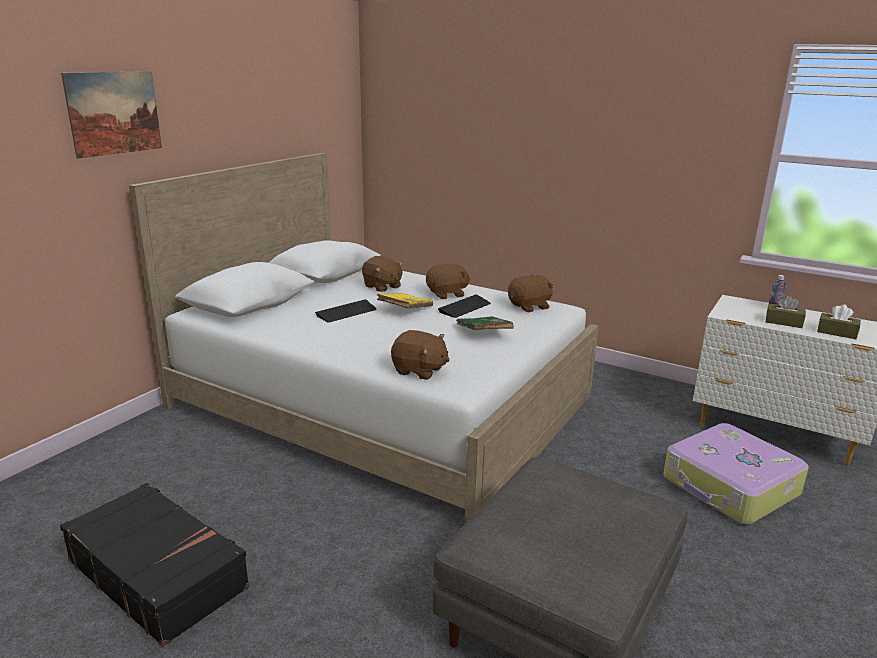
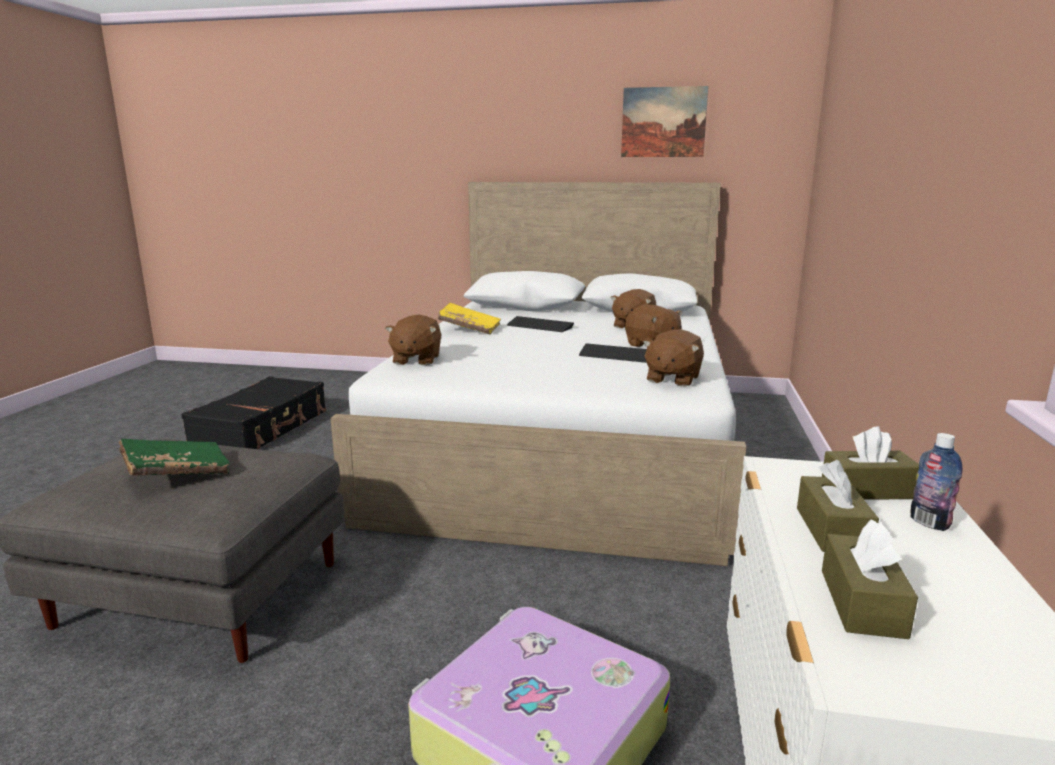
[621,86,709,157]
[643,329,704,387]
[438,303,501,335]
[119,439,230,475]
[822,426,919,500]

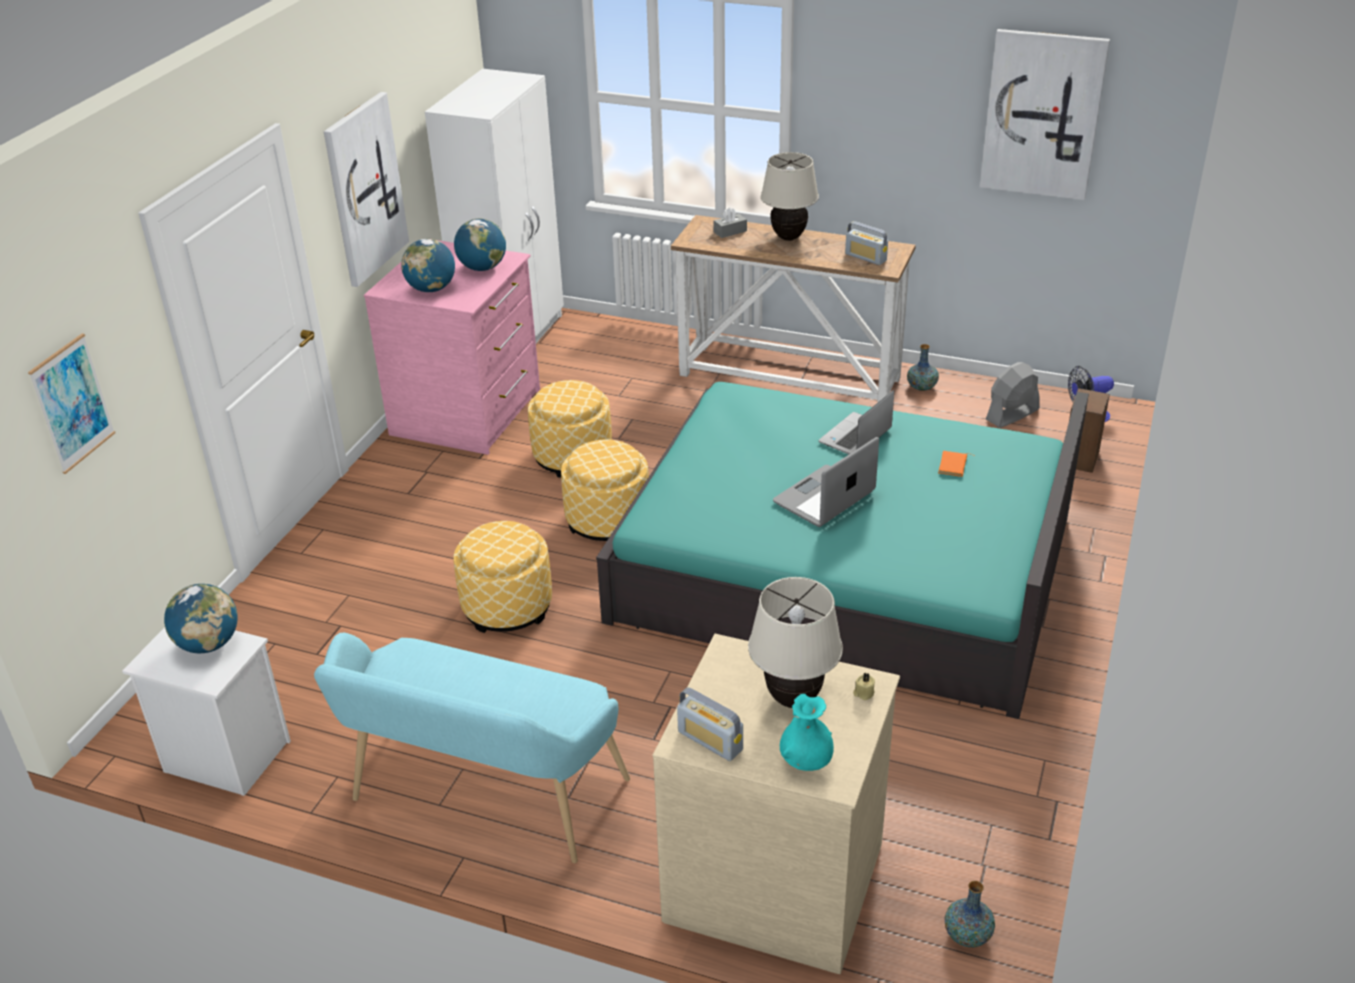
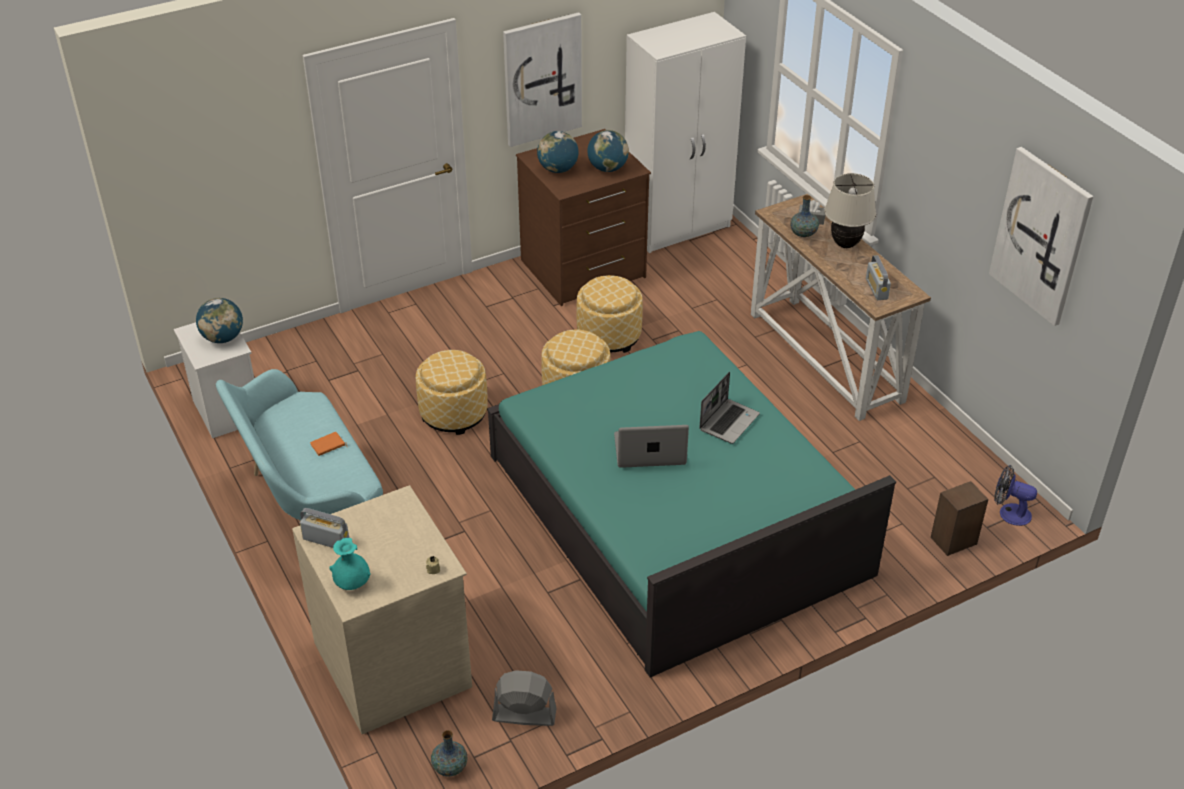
[516,129,651,306]
[28,333,115,474] (first image)
[790,195,819,237]
[492,670,556,726]
[699,372,760,444]
[310,432,348,456]
[748,577,843,708] (first image)
[300,508,349,548]

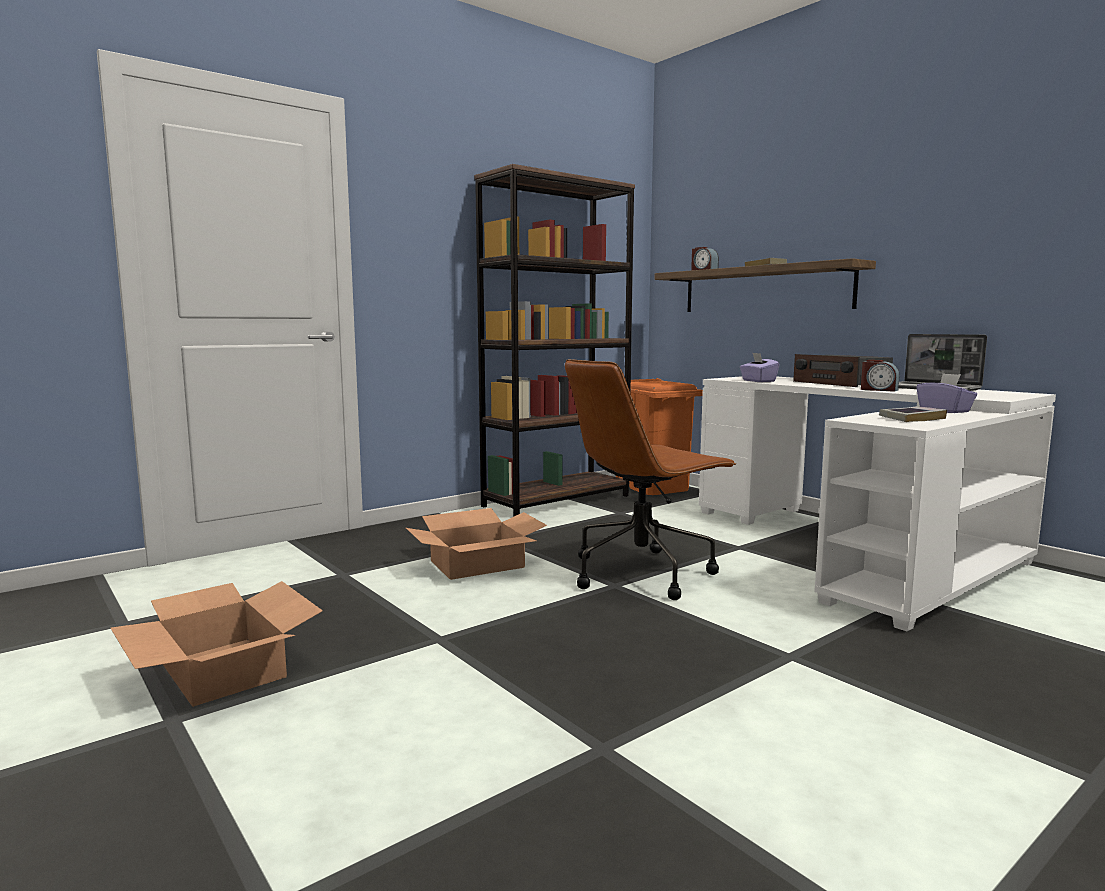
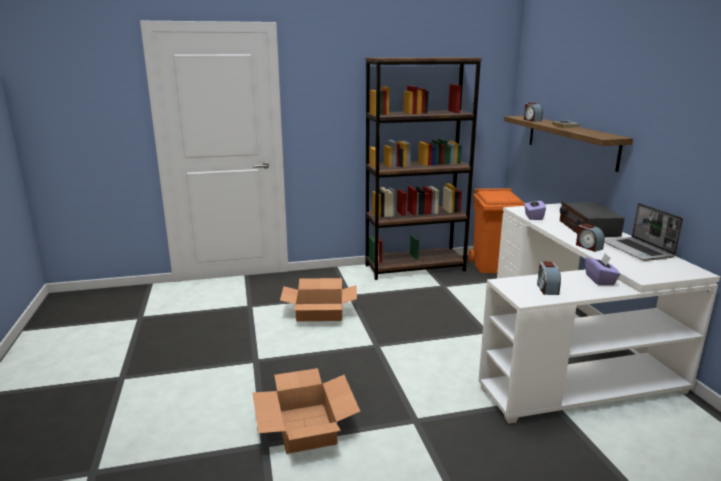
[565,359,736,600] (first image)
[537,262,561,295]
[252,368,360,454]

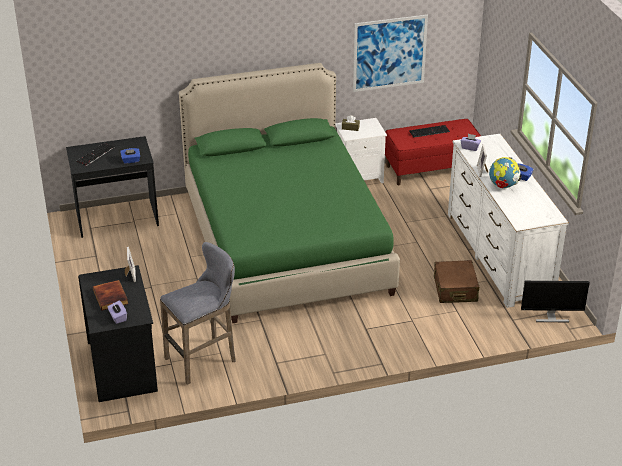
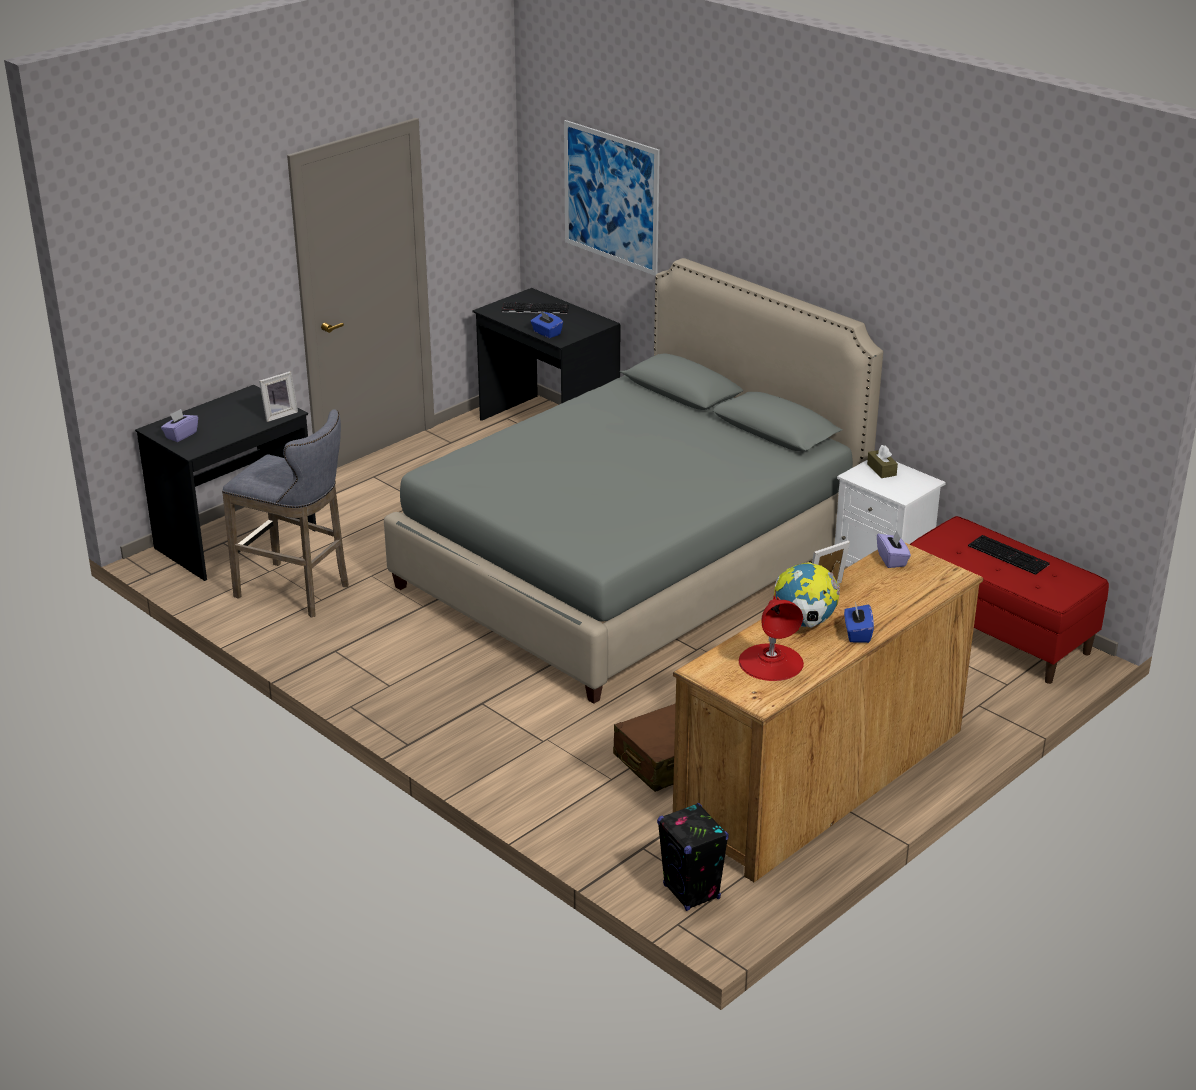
[564,120,660,276]
[384,258,883,704]
[673,543,983,882]
[93,280,128,310] (first image)
[657,803,729,911]
[739,599,804,681]

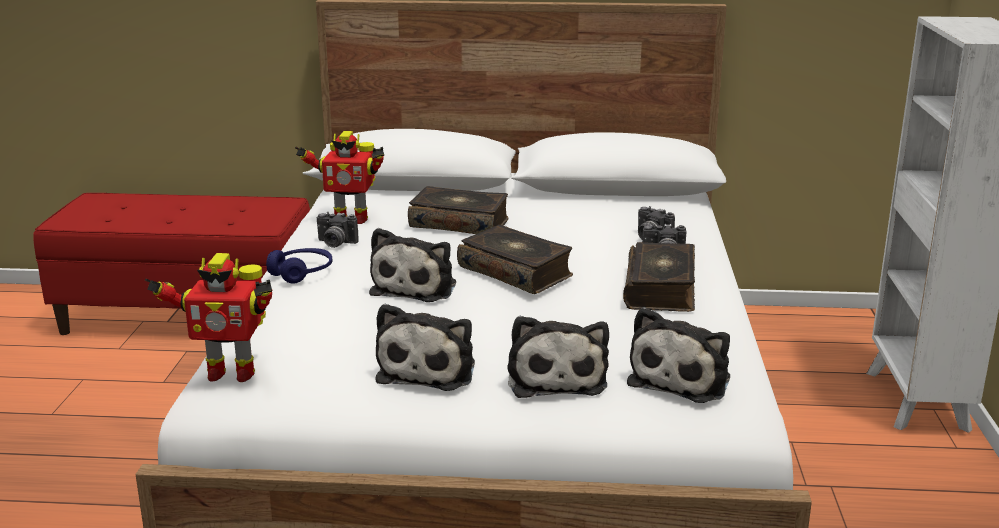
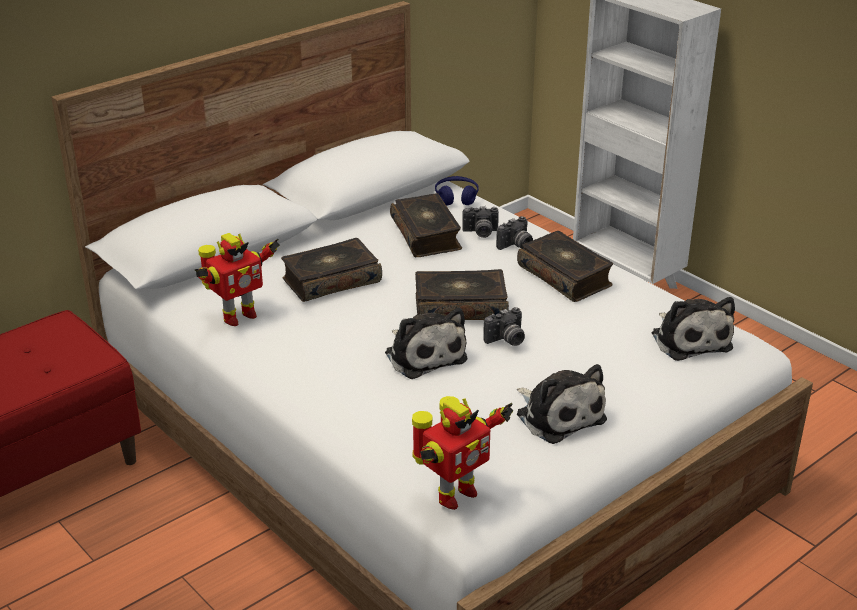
[483,307,525,346]
[435,176,478,205]
[508,316,609,398] (first image)
[390,193,462,257]

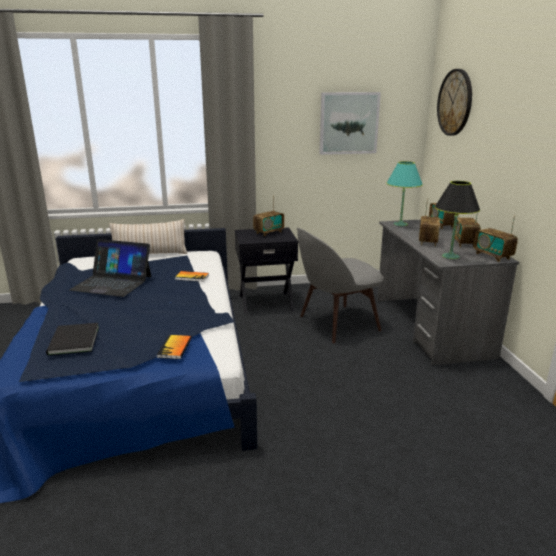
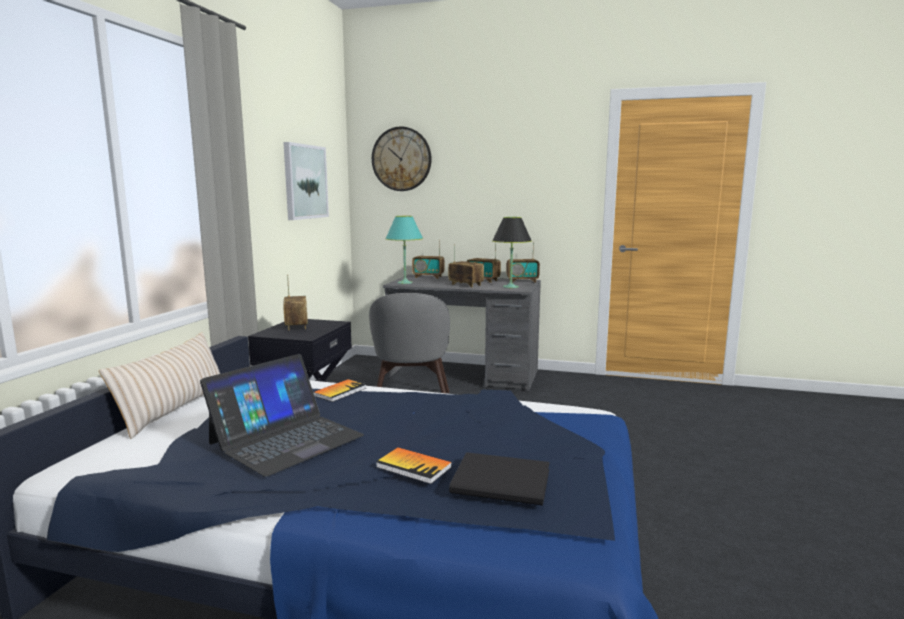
[376,447,452,484]

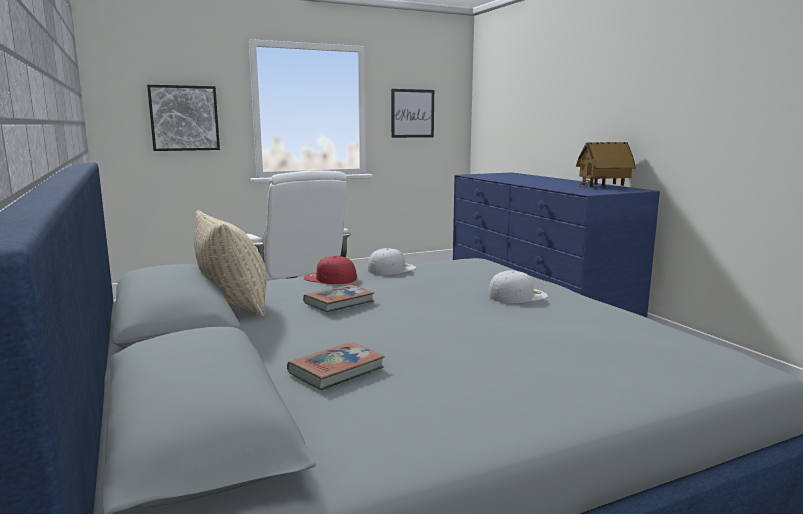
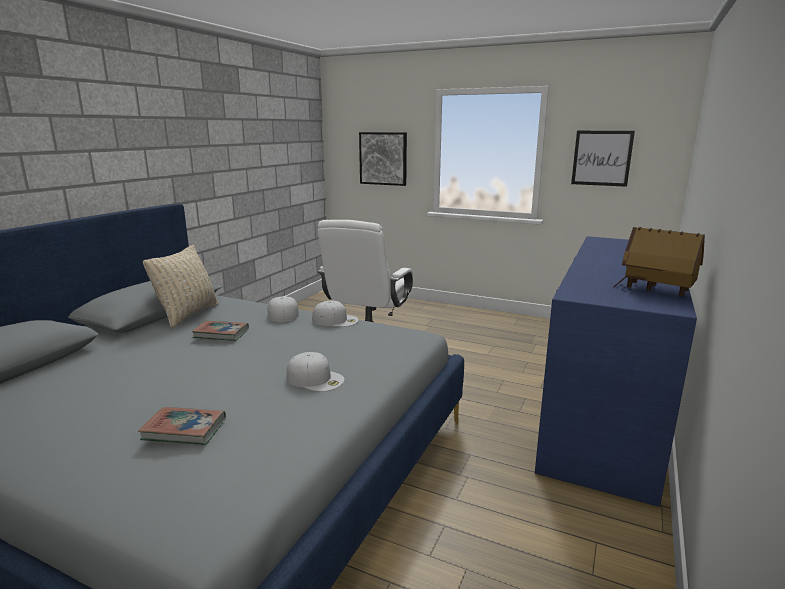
[267,296,299,322]
[138,407,226,445]

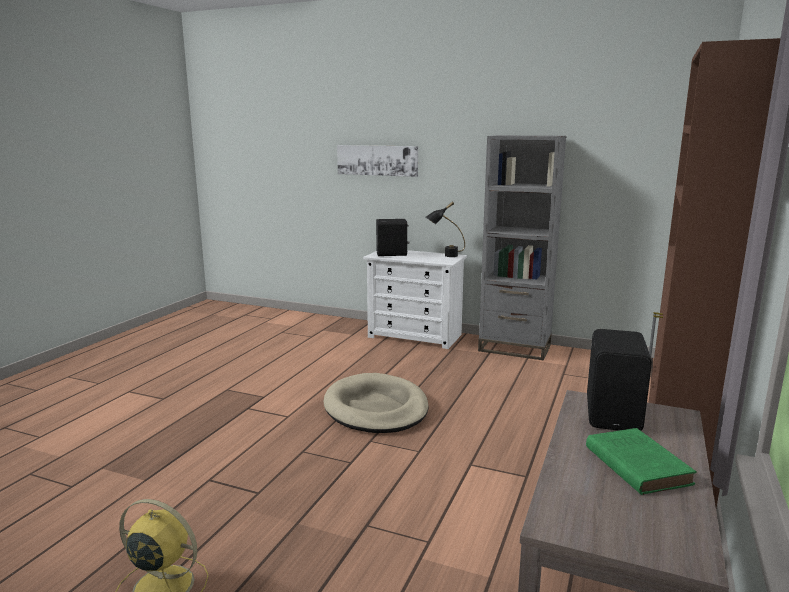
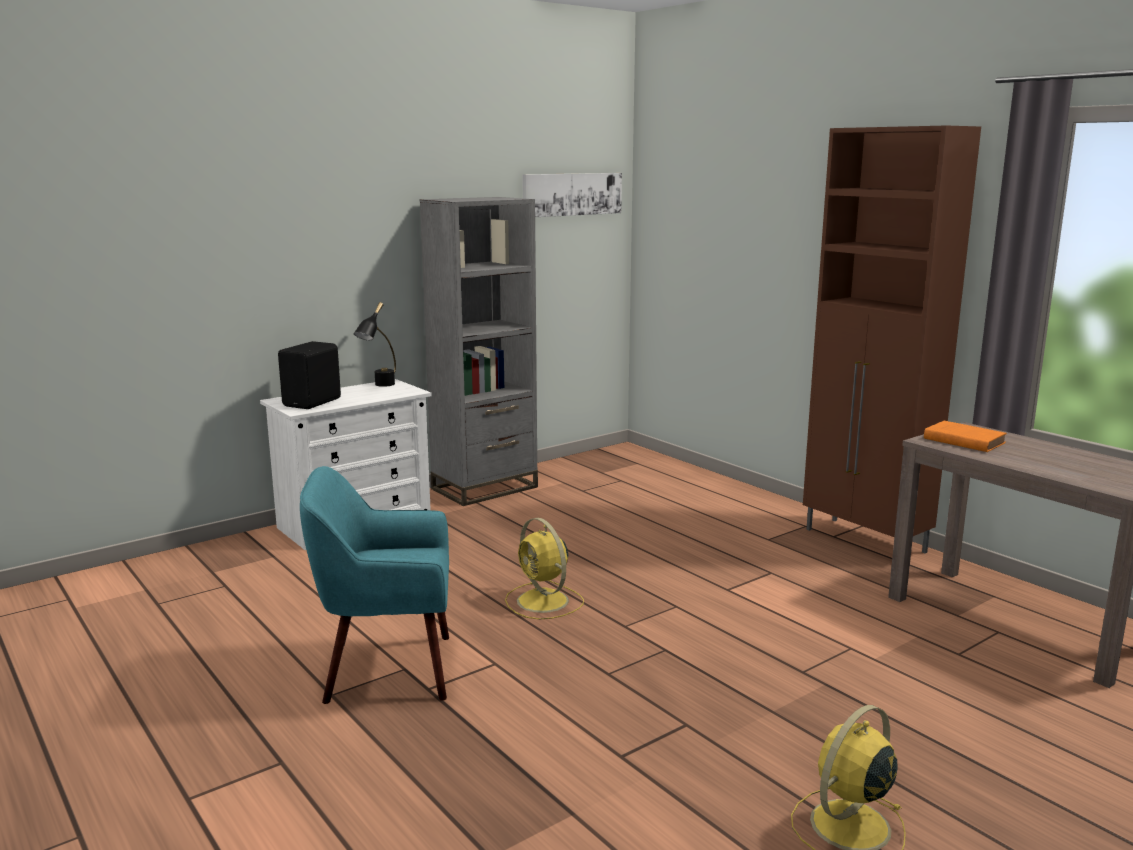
[522,173,622,217]
[924,421,1007,452]
[505,518,584,619]
[586,428,697,495] (first image)
[300,466,449,704]

